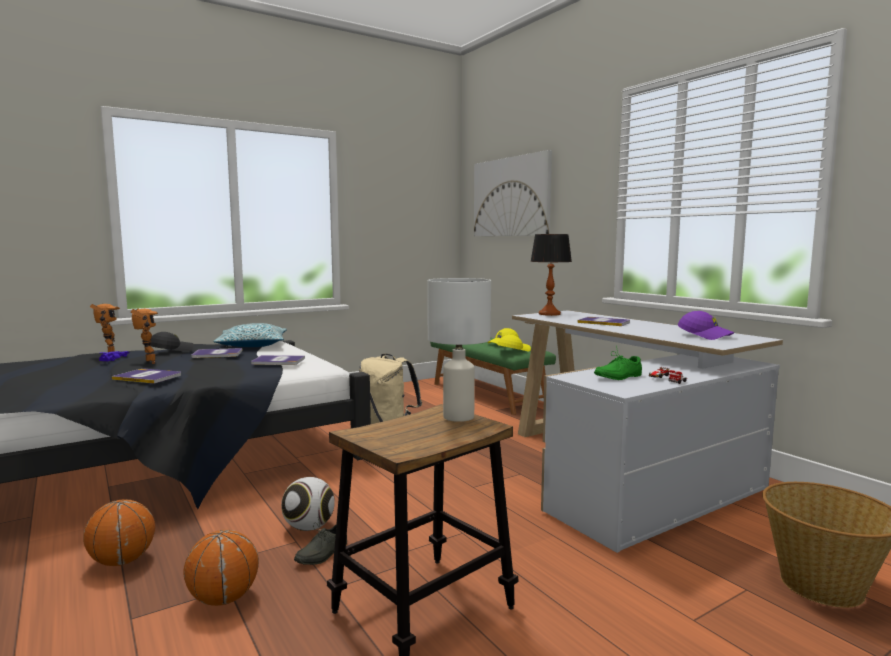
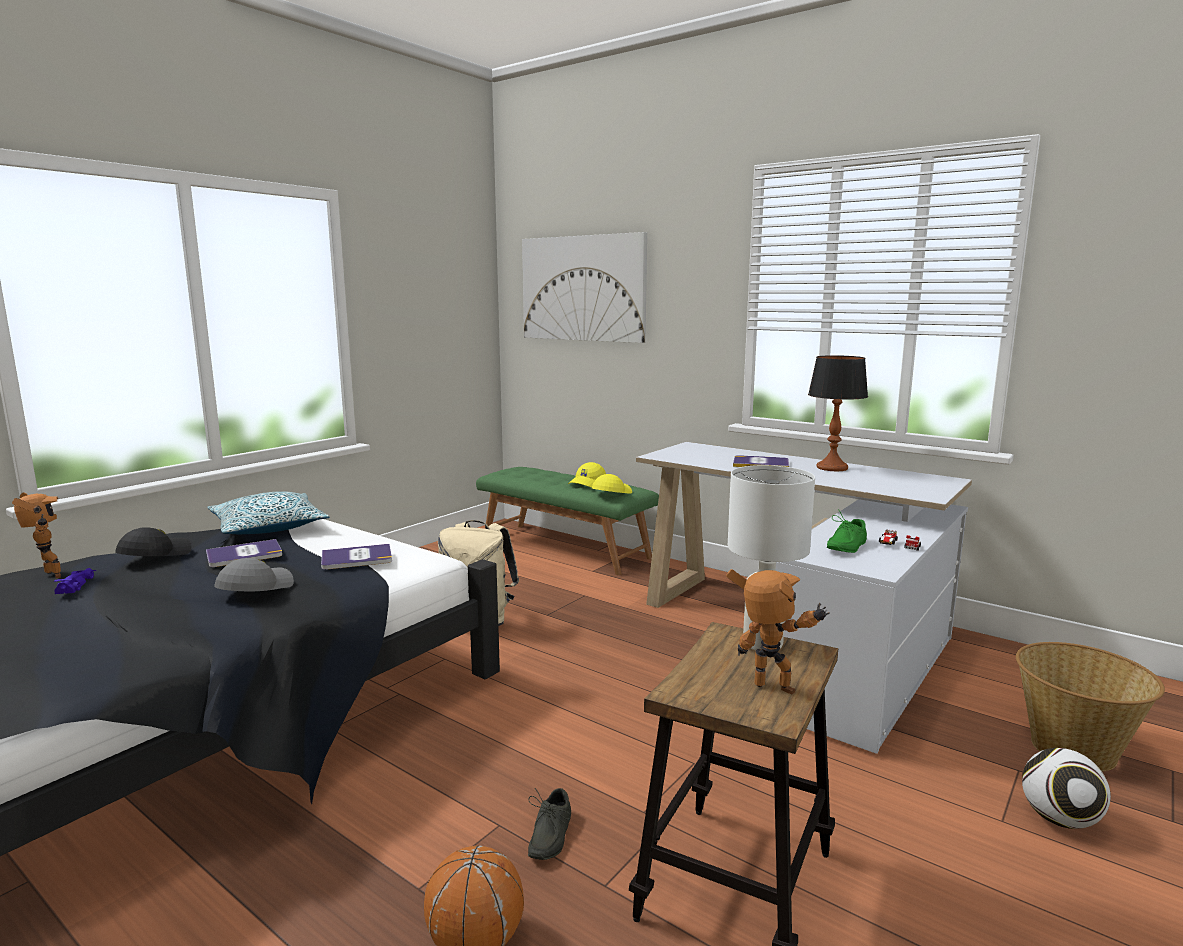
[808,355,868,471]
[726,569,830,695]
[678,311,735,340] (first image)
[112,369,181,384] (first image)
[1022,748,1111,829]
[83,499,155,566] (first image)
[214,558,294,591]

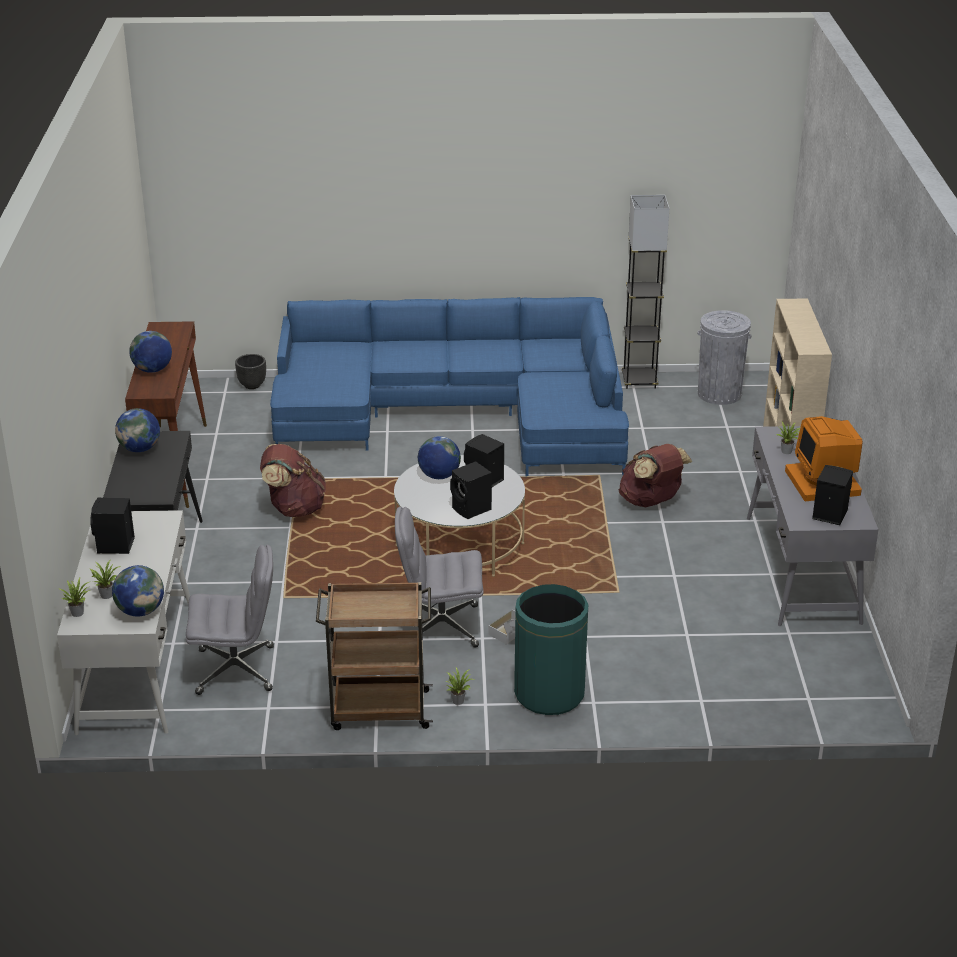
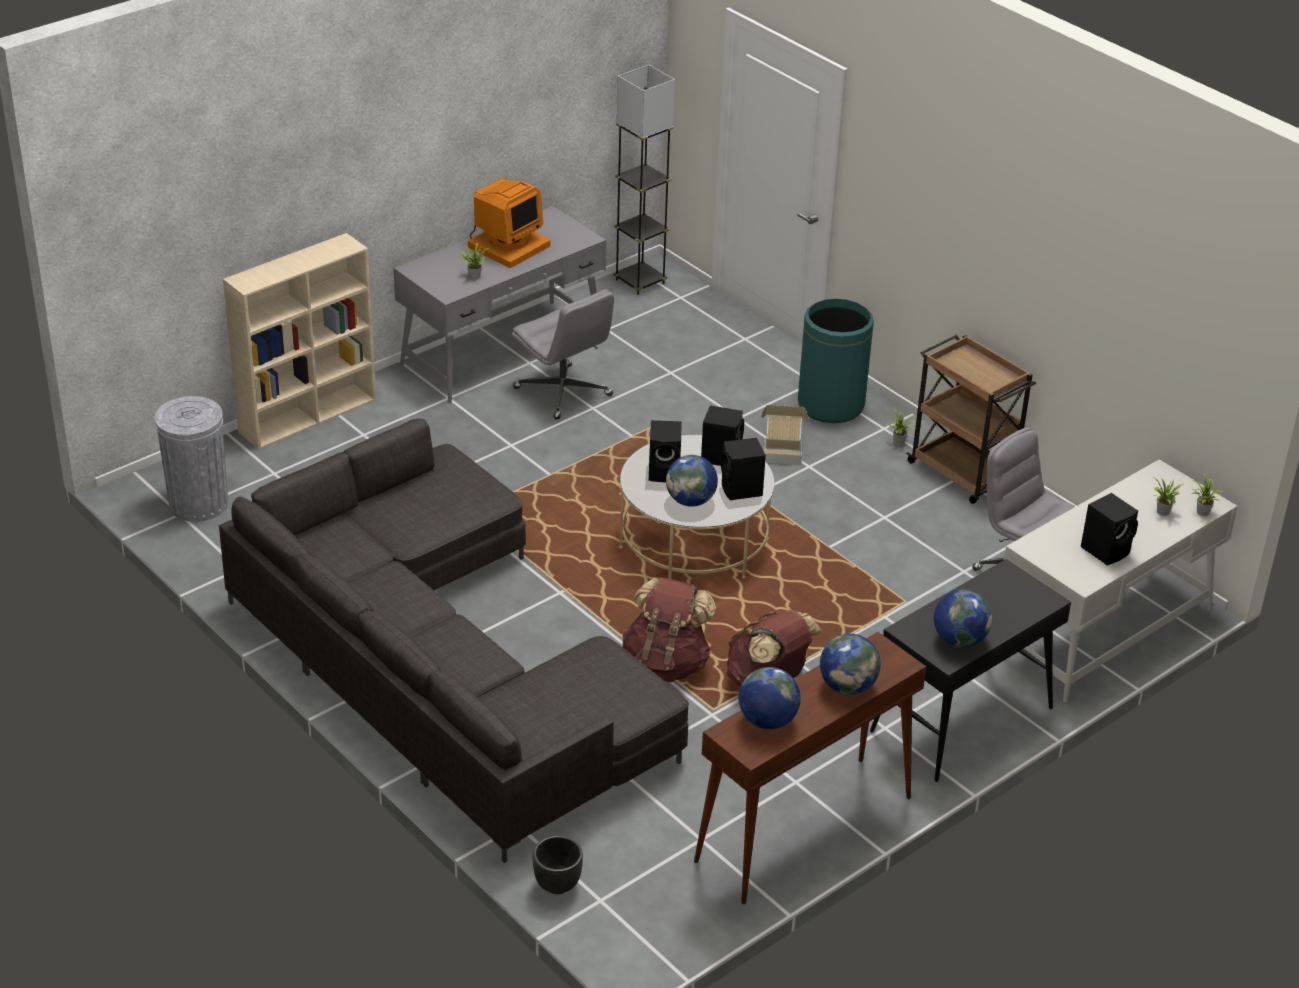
[613,65,675,295]
[219,418,689,863]
[622,578,716,682]
[720,438,766,500]
[512,289,614,419]
[739,667,801,729]

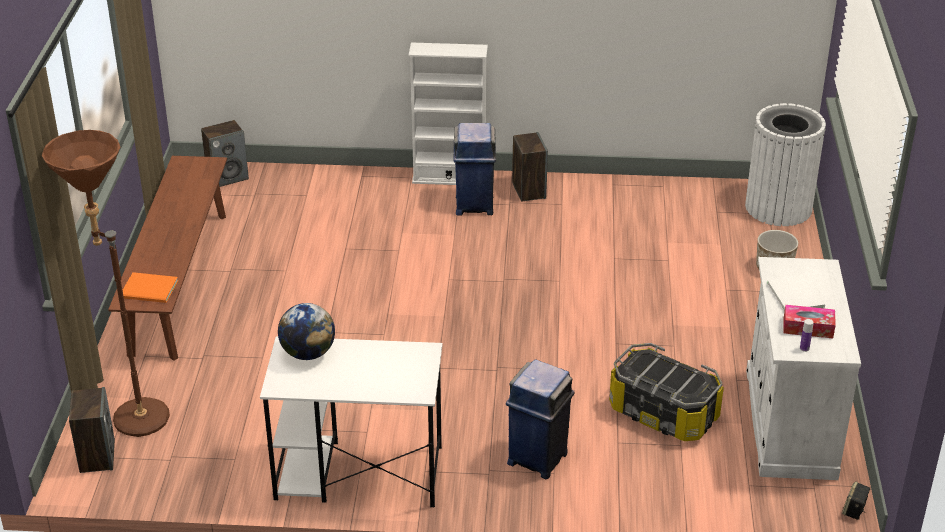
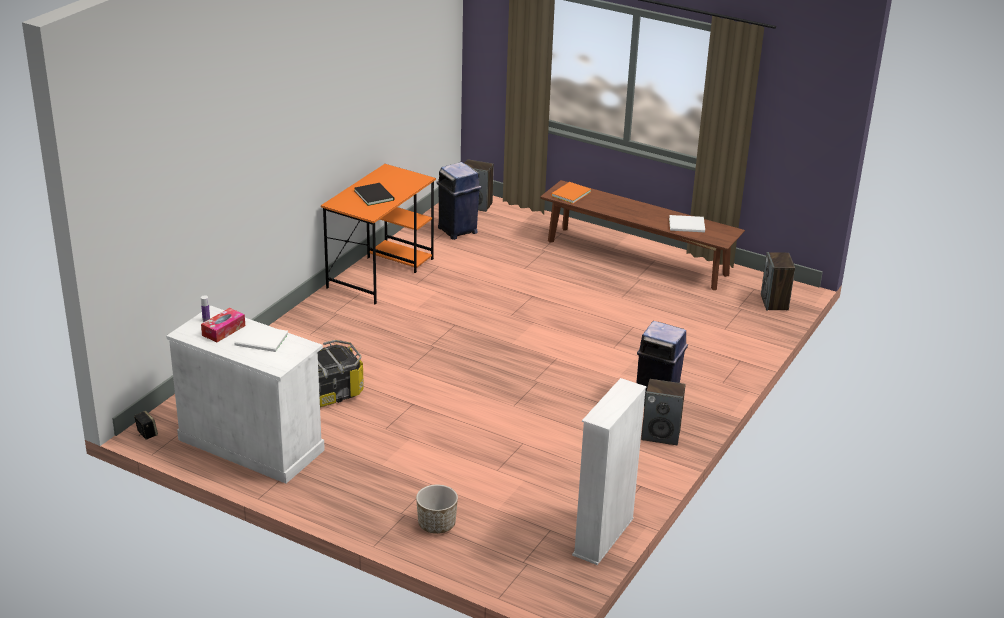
[572,378,646,565]
[745,103,826,226] (first image)
[42,130,170,437] (first image)
[278,303,335,360] (first image)
[321,164,436,304]
[437,162,481,240]
[355,183,394,206]
[669,215,705,233]

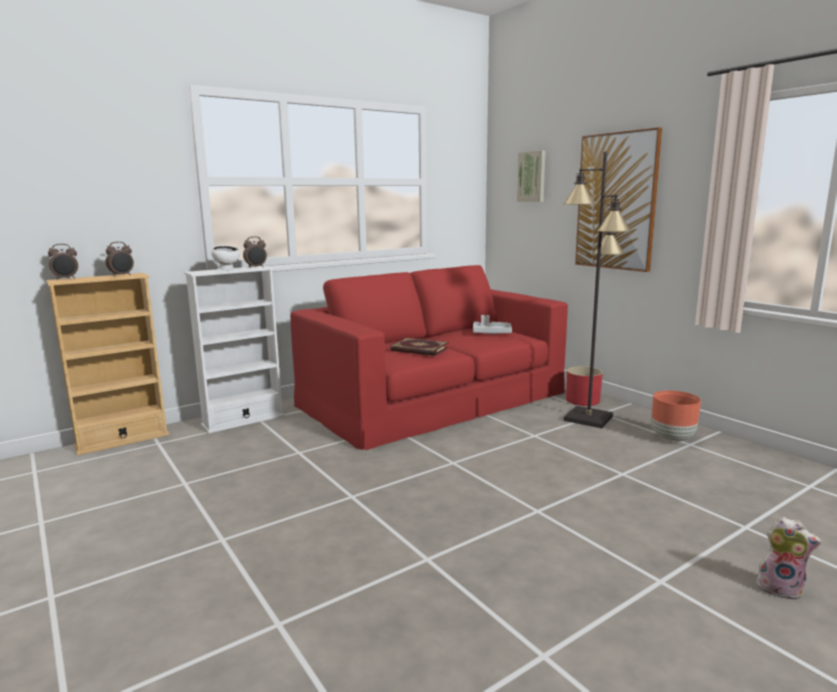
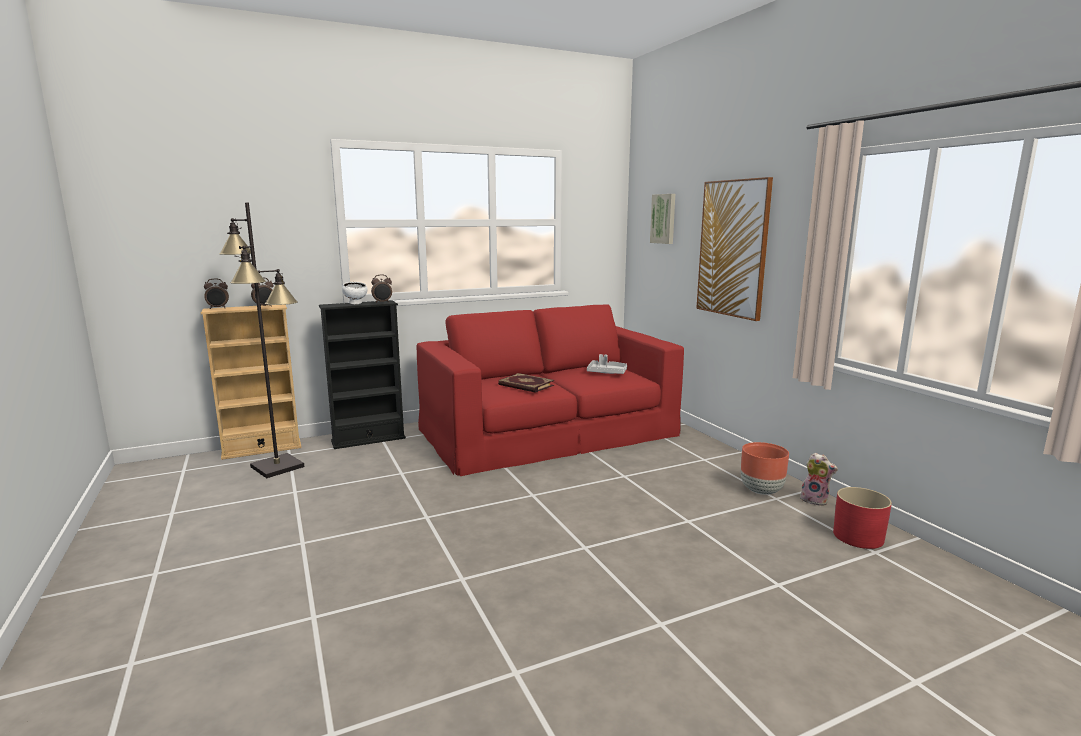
[219,202,304,478]
[319,300,406,449]
[833,487,892,549]
[800,453,838,506]

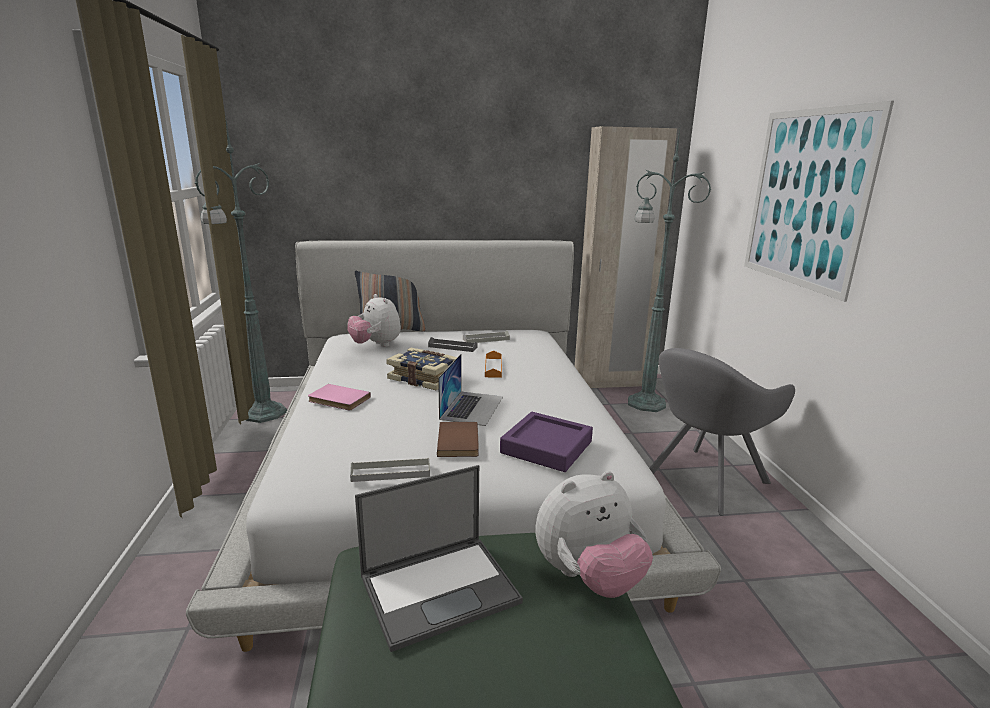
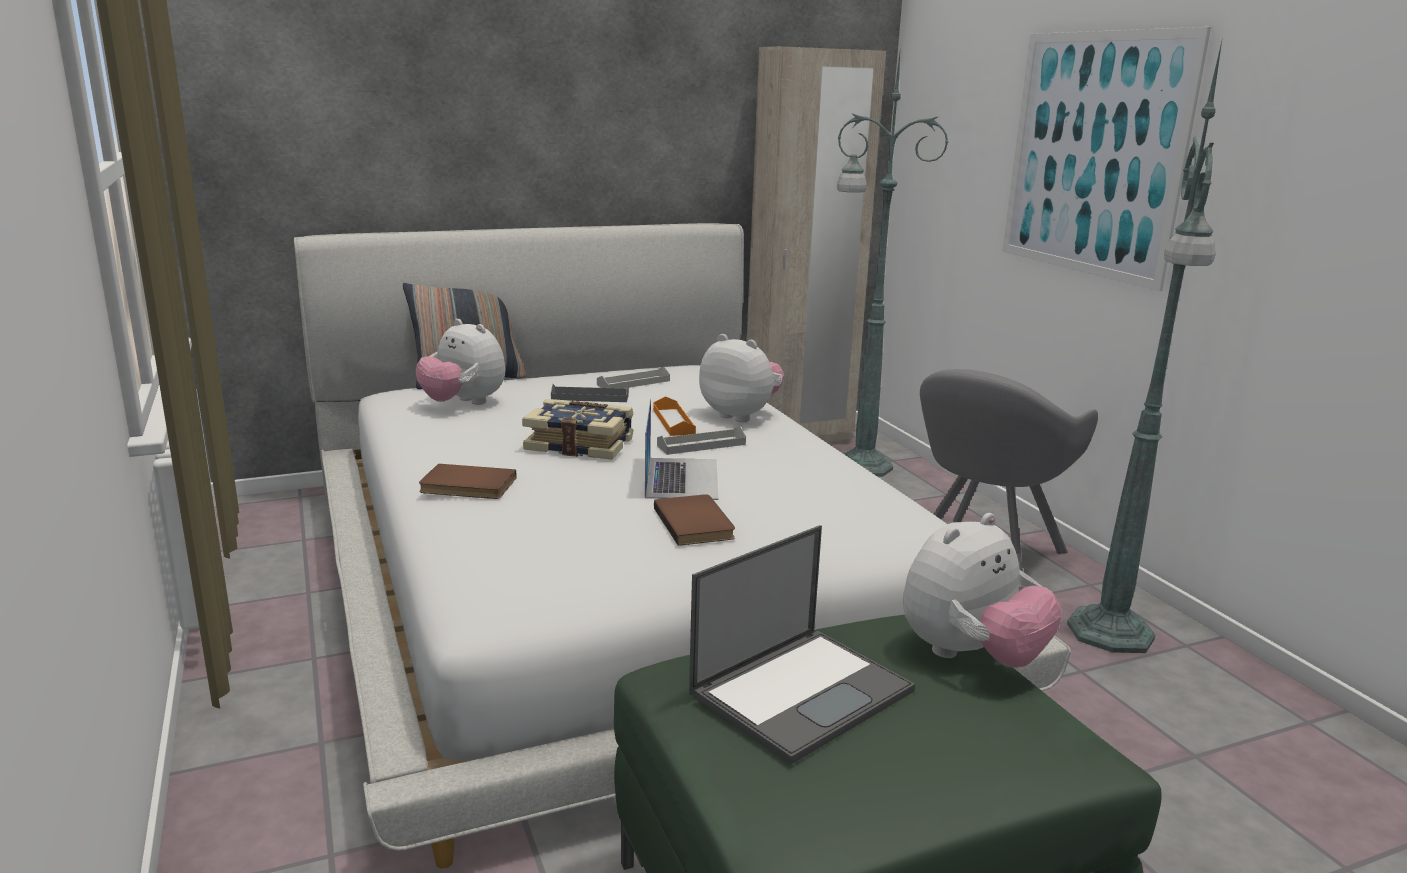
[1067,37,1223,653]
[419,464,516,499]
[500,412,593,472] (first image)
[657,426,746,455]
[699,334,784,422]

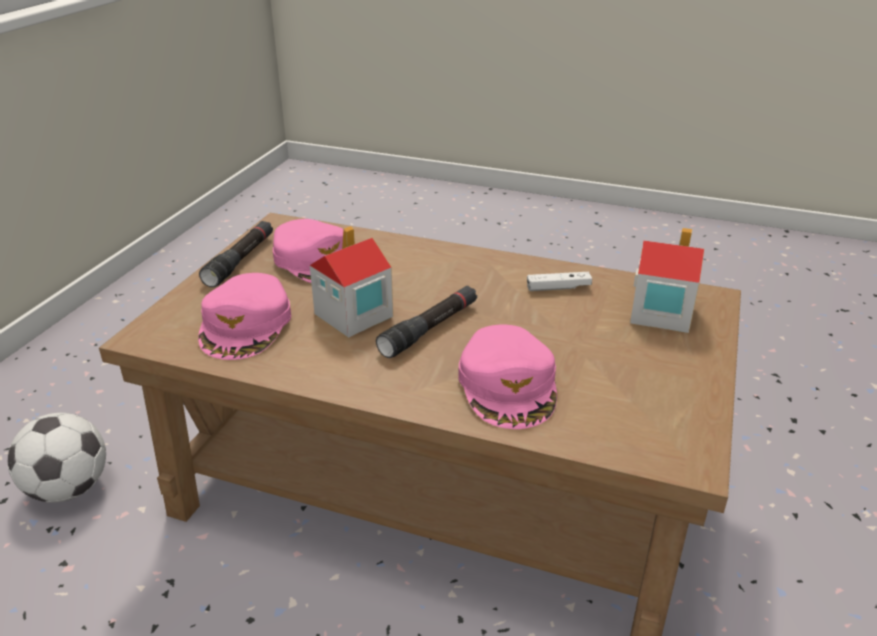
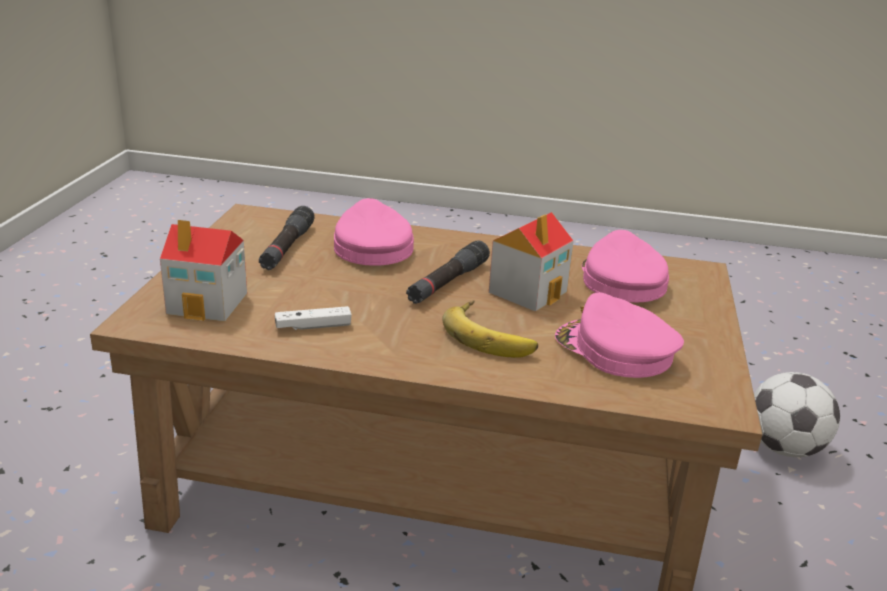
[259,206,315,270]
[442,300,538,358]

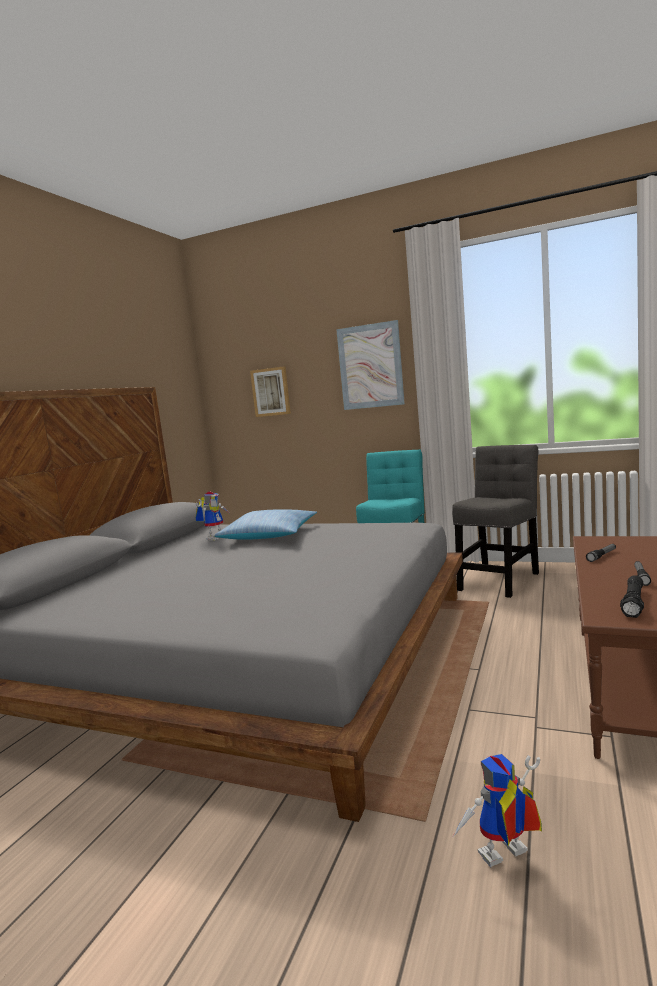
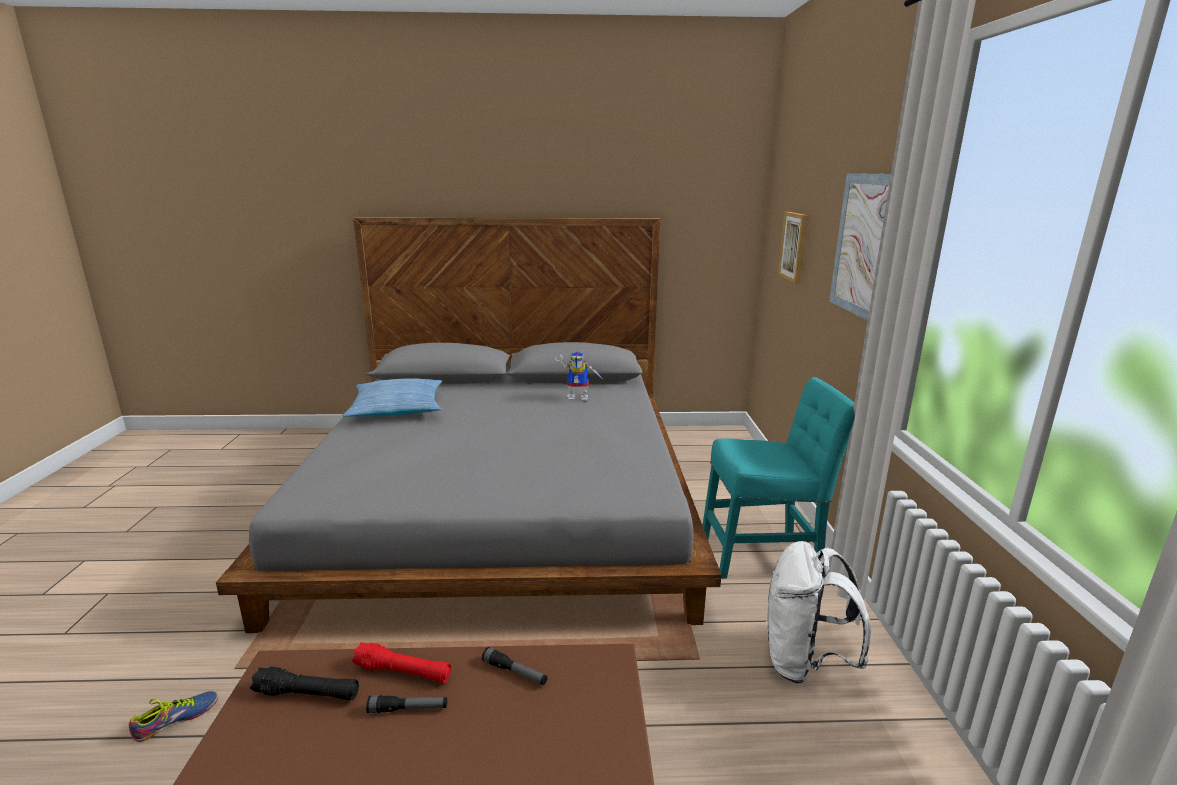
[766,541,871,683]
[342,378,442,417]
[129,691,218,742]
[352,642,451,683]

